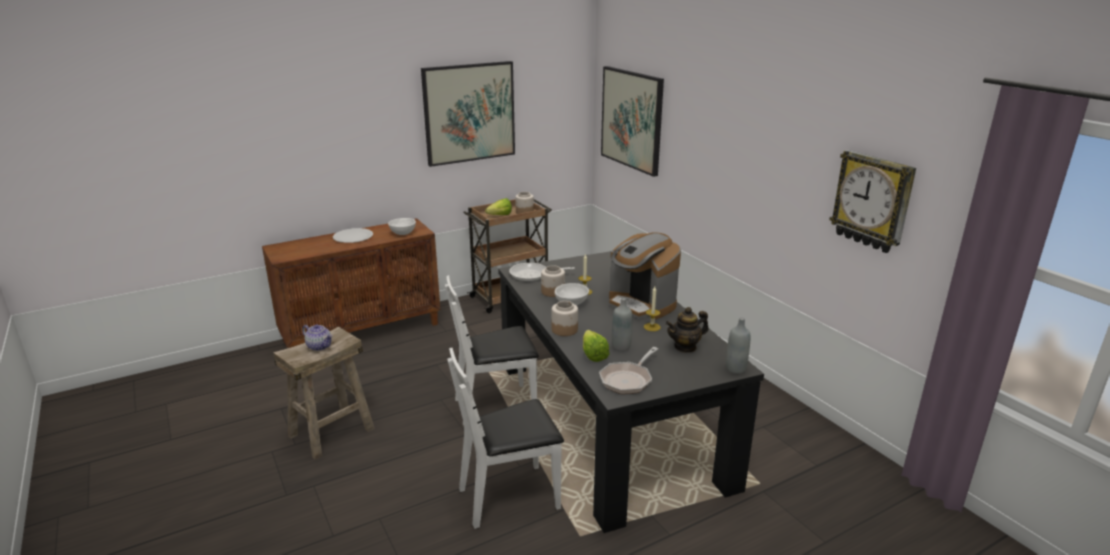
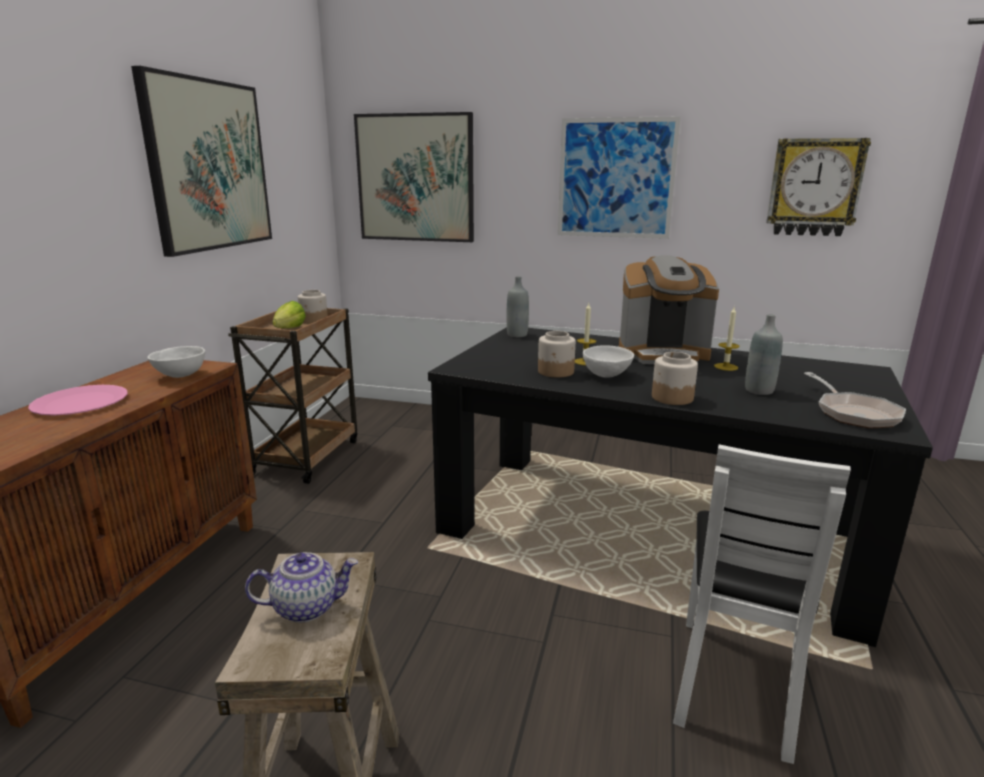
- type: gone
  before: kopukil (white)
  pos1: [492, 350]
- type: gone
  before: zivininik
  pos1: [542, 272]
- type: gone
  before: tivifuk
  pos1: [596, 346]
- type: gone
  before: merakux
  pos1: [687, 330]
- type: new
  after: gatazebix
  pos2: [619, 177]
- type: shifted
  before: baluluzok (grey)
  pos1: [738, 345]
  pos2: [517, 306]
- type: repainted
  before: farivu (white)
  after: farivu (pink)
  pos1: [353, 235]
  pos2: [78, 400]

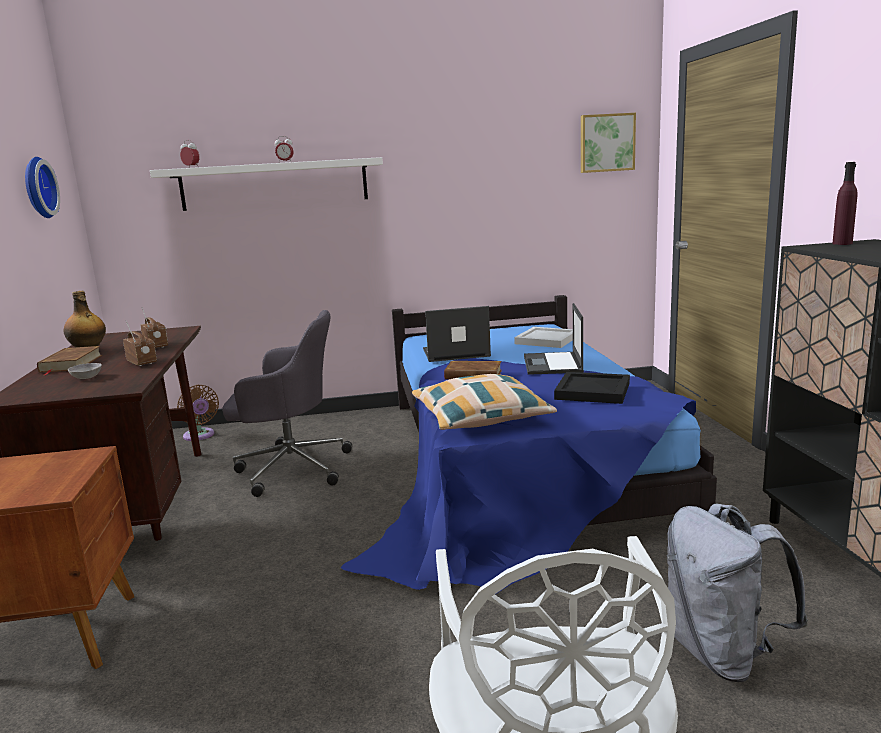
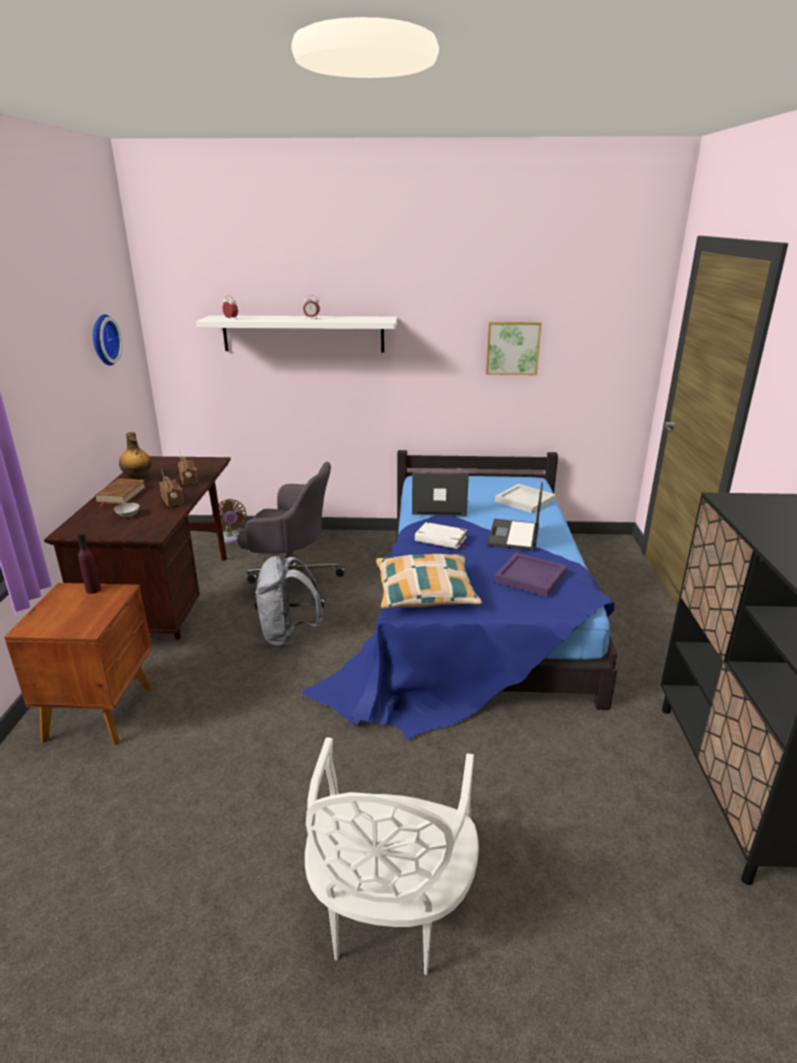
- type: shifted
  before: gatazebix
  pos1: [608, 143]
  pos2: [513, 348]
- type: shifted
  before: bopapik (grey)
  pos1: [737, 592]
  pos2: [288, 602]
- type: shifted
  before: baluluzok (purple)
  pos1: [845, 203]
  pos2: [89, 563]
- type: repainted
  before: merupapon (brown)
  after: merupapon (white)
  pos1: [473, 370]
  pos2: [441, 535]
- type: repainted
  before: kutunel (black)
  after: kutunel (purple)
  pos1: [592, 388]
  pos2: [530, 574]

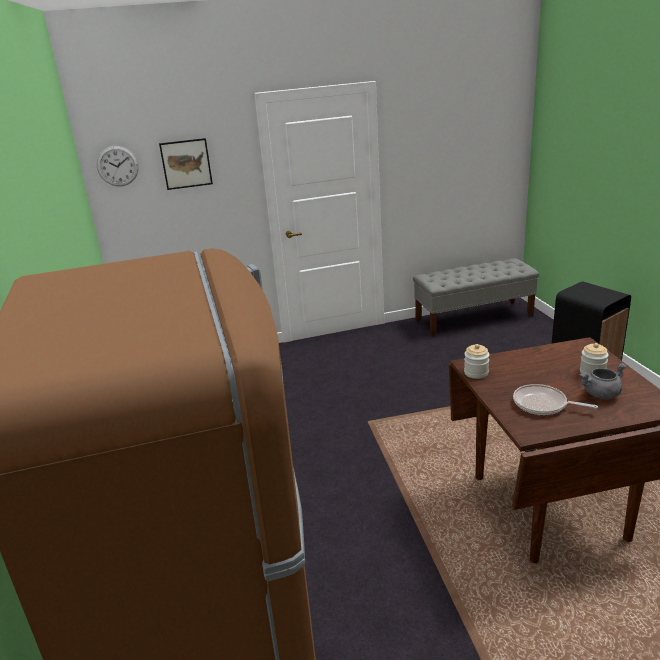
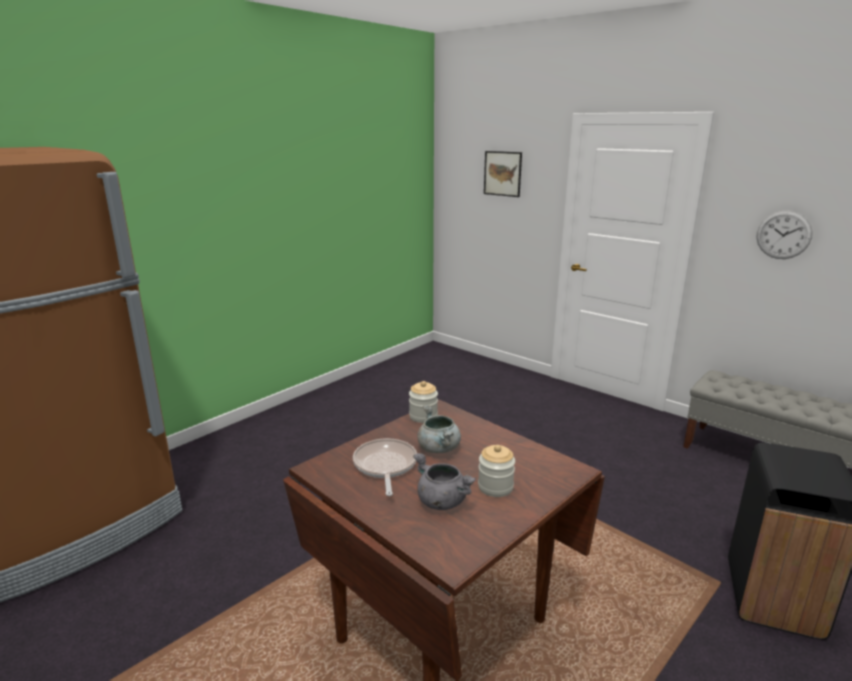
- type: new
  after: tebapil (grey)
  pos2: [439, 429]
- type: shifted
  before: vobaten
  pos1: [118, 166]
  pos2: [784, 235]

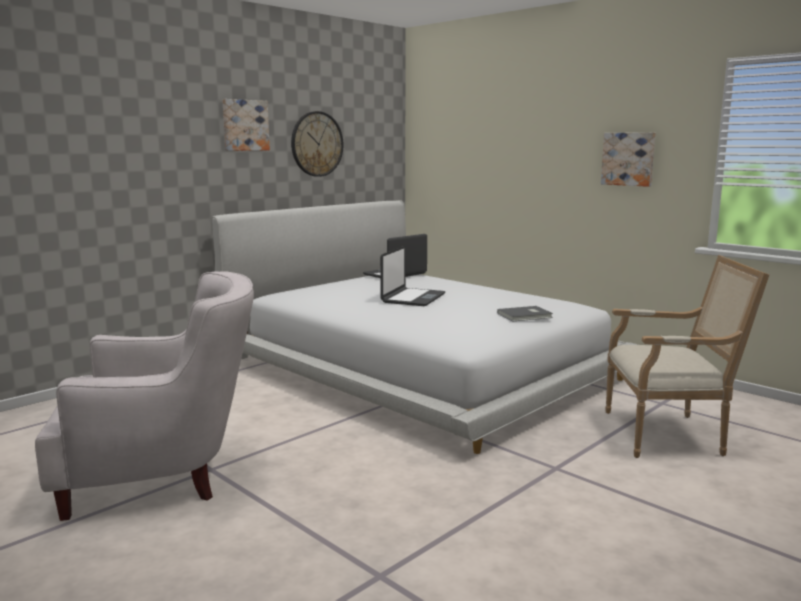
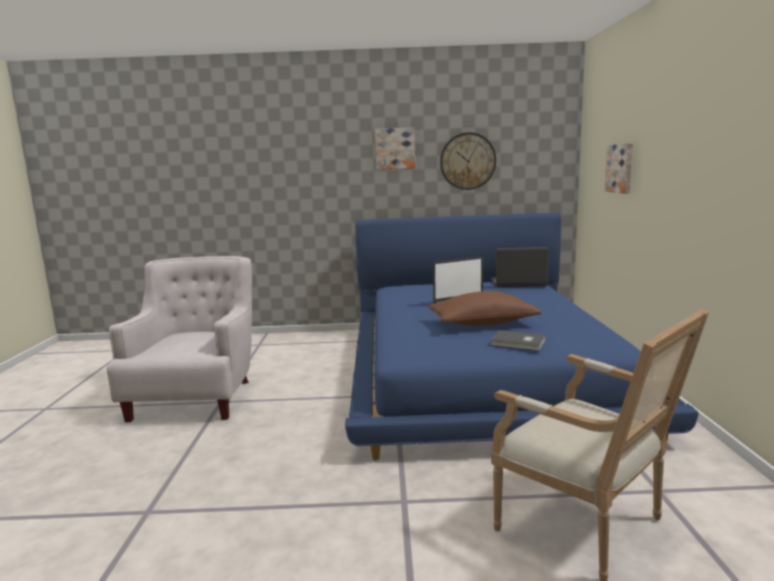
- type: new
  after: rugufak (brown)
  pos2: [485, 308]
- type: shifted
  before: gatazebix
  pos1: [628, 159]
  pos2: [619, 168]
- type: repainted
  before: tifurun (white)
  after: tifurun (blue)
  pos1: [425, 327]
  pos2: [522, 336]
- type: rotated
  before: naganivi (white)
  pos1: [144, 396]
  pos2: [179, 339]
  turn: -120

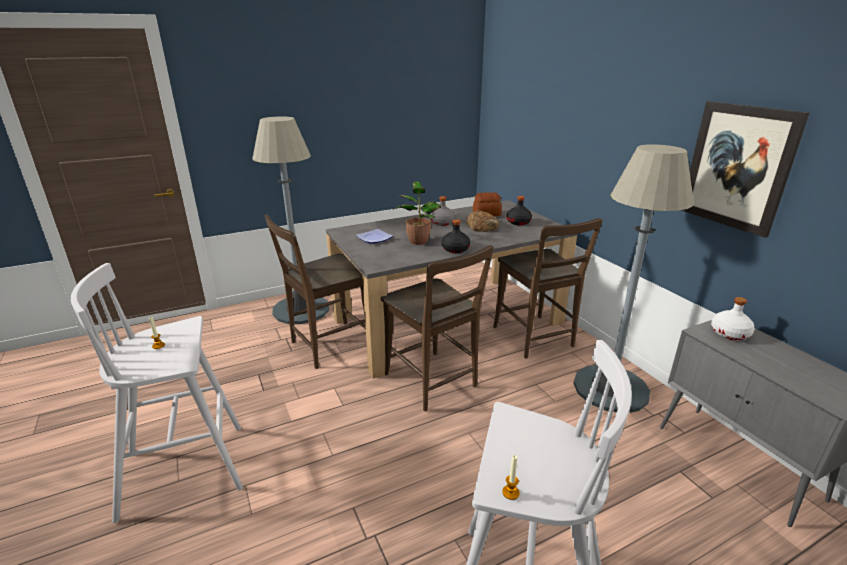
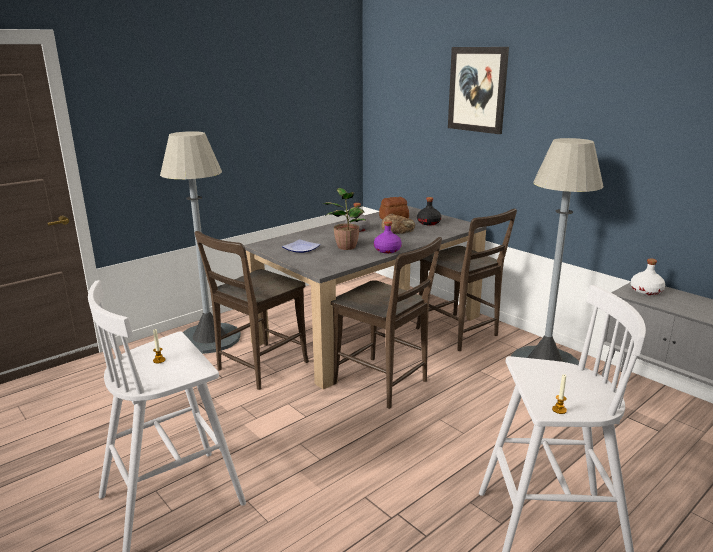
- type: shifted
  before: gatazebix
  pos1: [745, 169]
  pos2: [478, 90]
- type: repainted
  before: baluluzok (black)
  after: baluluzok (purple)
  pos1: [456, 236]
  pos2: [388, 237]

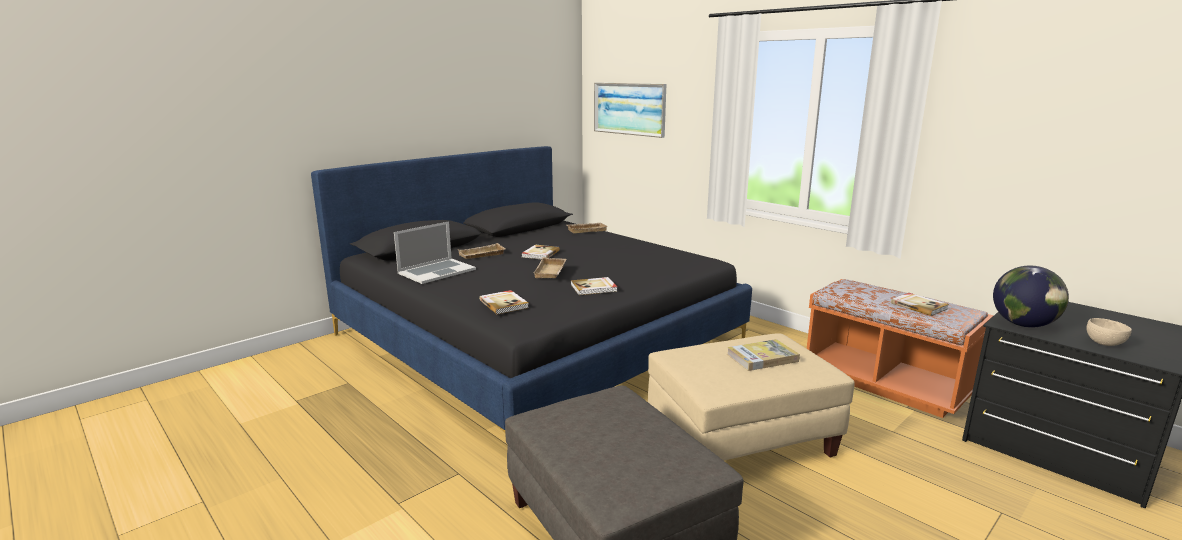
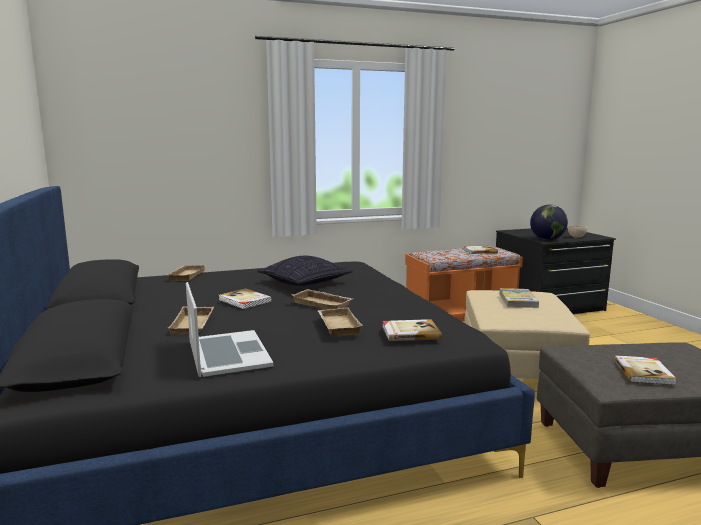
- type: gone
  before: gatazebix
  pos1: [630, 110]
- type: new
  after: rugufak
  pos2: [305, 271]
- type: new
  after: kutunel (beige)
  pos2: [340, 321]
- type: shifted
  before: merupapon
  pos1: [594, 286]
  pos2: [645, 370]

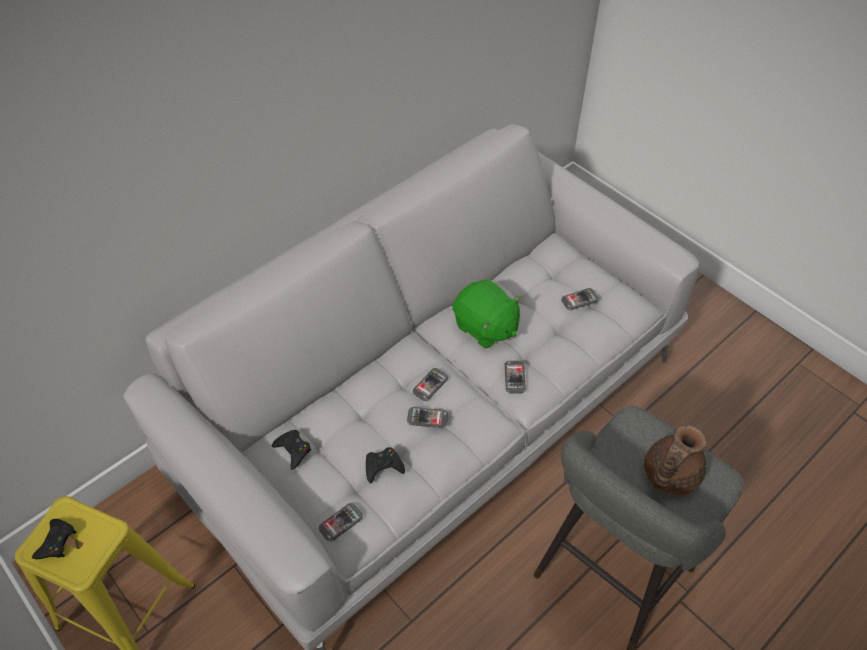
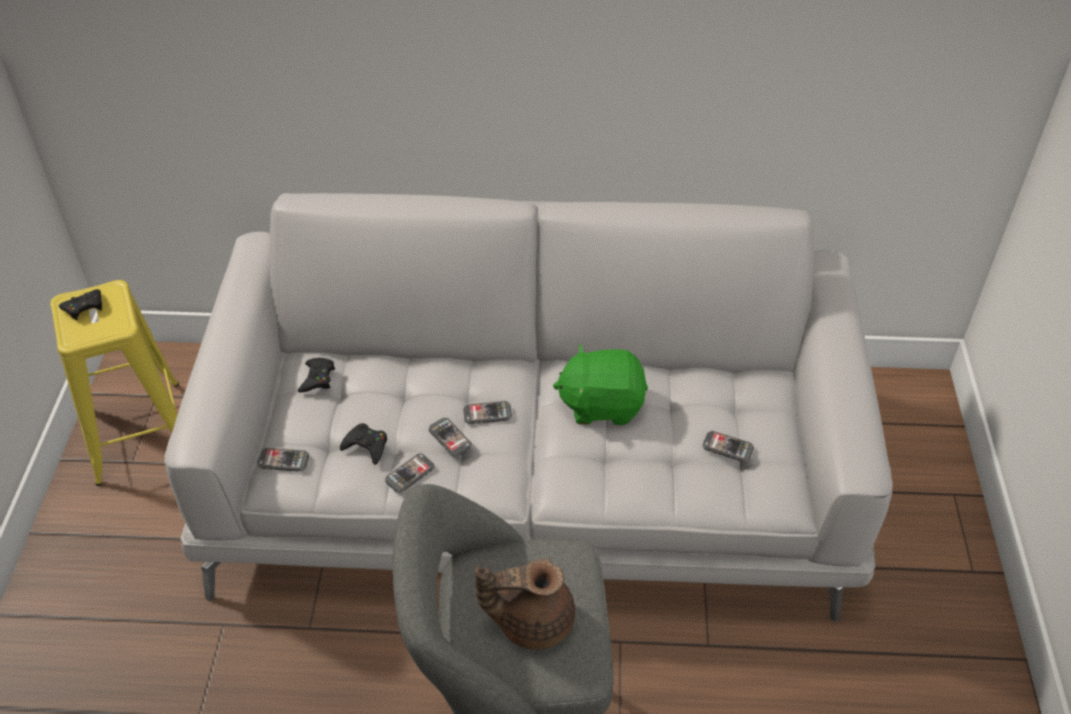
- type: shifted
  before: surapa
  pos1: [515, 377]
  pos2: [409, 473]
- type: rotated
  before: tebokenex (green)
  pos1: [487, 314]
  pos2: [600, 384]
  turn: 90

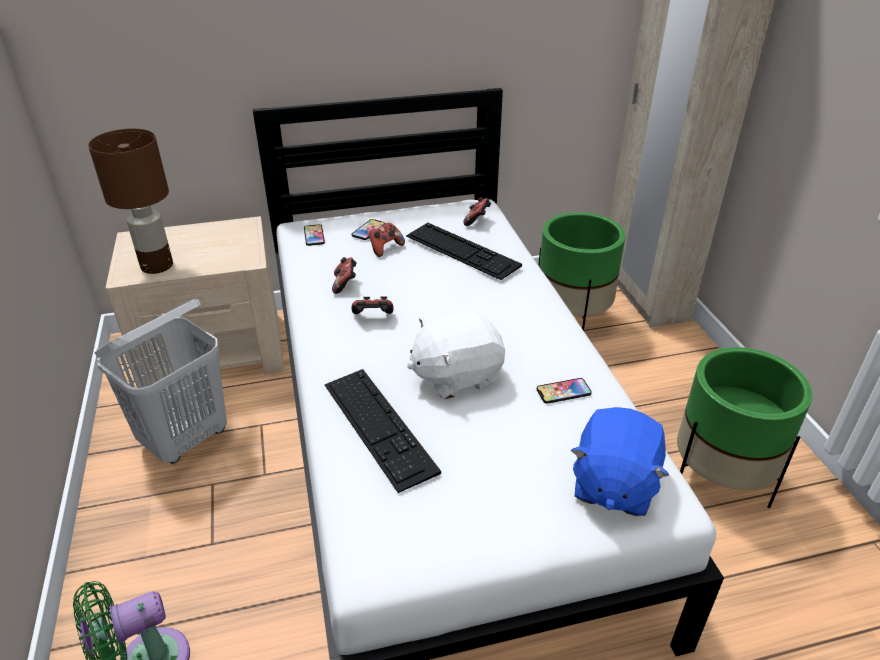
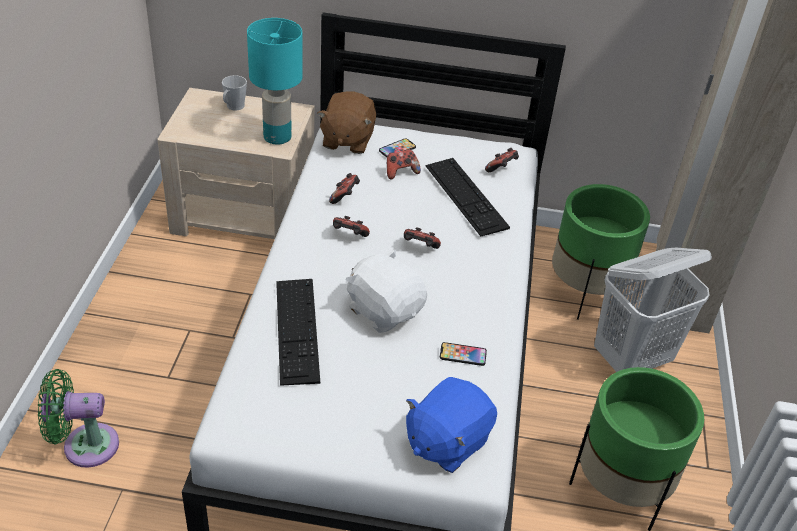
- type: gone
  before: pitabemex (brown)
  pos1: [130, 201]
- type: new
  after: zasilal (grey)
  pos2: [234, 93]
- type: new
  after: pitabemex (turquoise)
  pos2: [275, 81]
- type: new
  after: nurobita
  pos2: [422, 238]
- type: shifted
  before: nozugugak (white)
  pos1: [160, 381]
  pos2: [653, 310]
- type: swapped
  before: surapa
  after: tebokenex (brown)
  pos1: [314, 235]
  pos2: [346, 122]
- type: rotated
  before: tebokenex (white)
  pos1: [456, 355]
  pos2: [386, 291]
  turn: 45

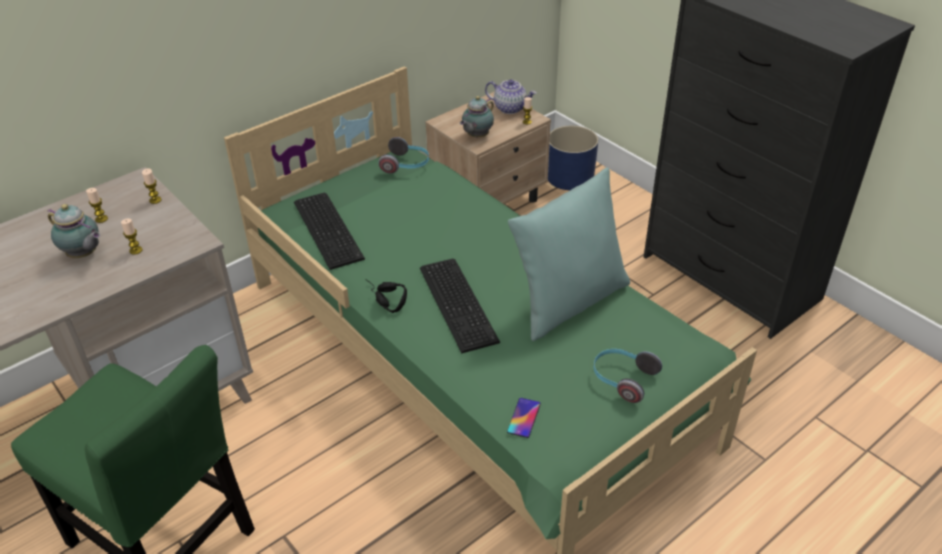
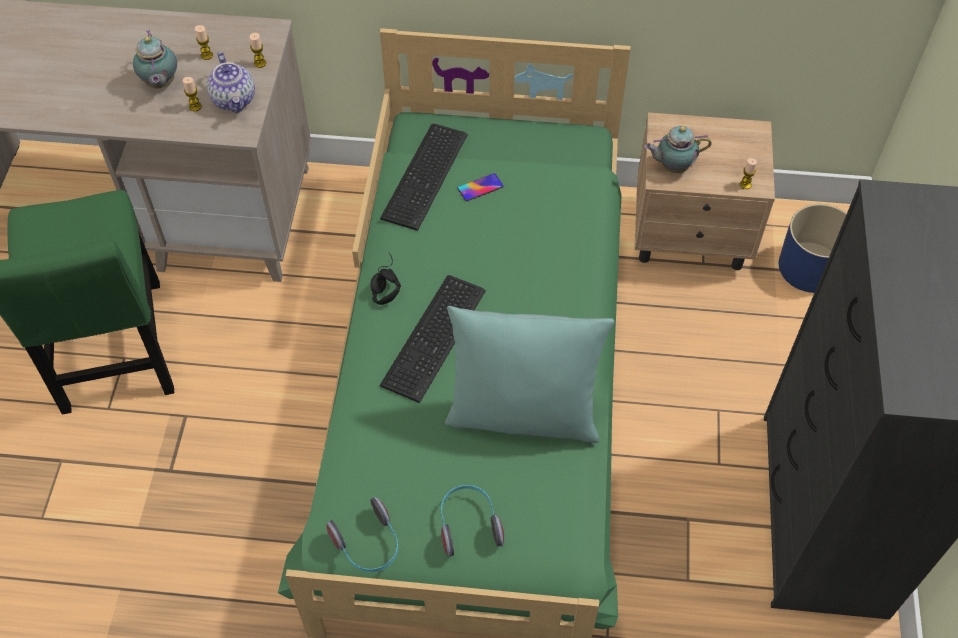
- type: shifted
  before: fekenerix
  pos1: [403, 155]
  pos2: [362, 534]
- type: shifted
  before: merakux
  pos1: [510, 96]
  pos2: [231, 82]
- type: shifted
  before: surapa
  pos1: [524, 418]
  pos2: [481, 187]

